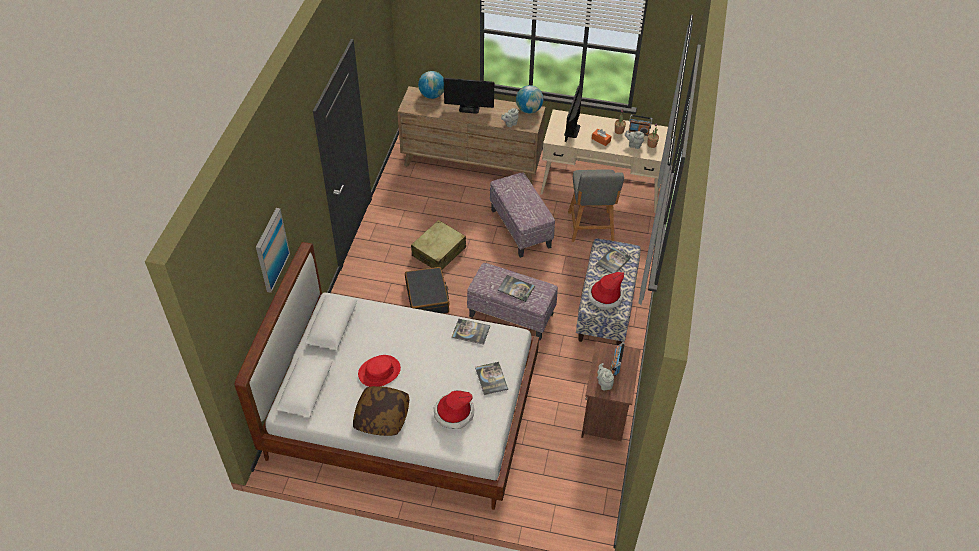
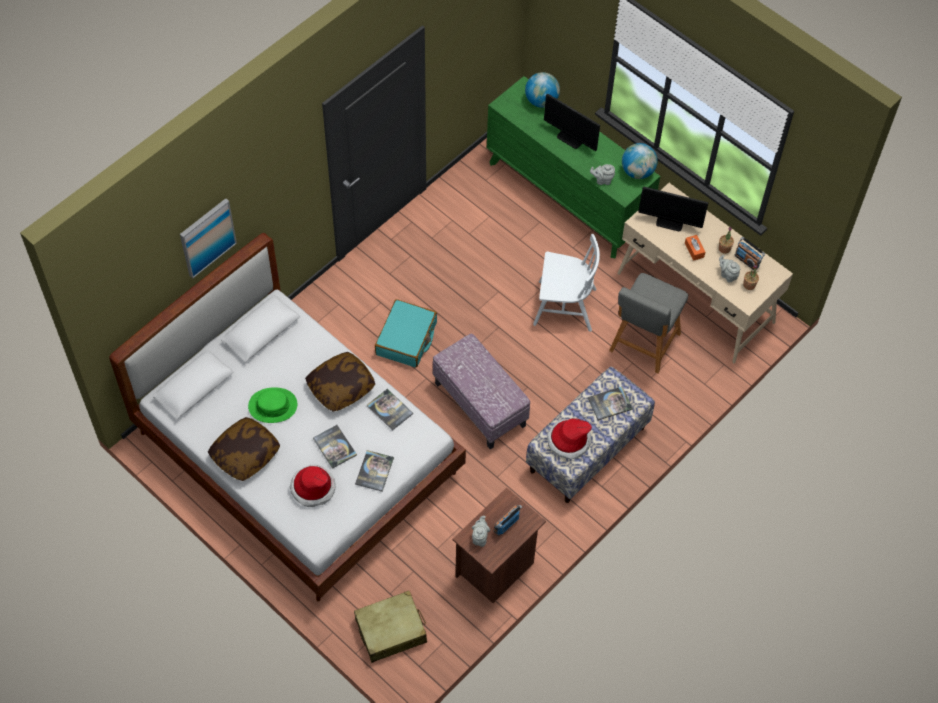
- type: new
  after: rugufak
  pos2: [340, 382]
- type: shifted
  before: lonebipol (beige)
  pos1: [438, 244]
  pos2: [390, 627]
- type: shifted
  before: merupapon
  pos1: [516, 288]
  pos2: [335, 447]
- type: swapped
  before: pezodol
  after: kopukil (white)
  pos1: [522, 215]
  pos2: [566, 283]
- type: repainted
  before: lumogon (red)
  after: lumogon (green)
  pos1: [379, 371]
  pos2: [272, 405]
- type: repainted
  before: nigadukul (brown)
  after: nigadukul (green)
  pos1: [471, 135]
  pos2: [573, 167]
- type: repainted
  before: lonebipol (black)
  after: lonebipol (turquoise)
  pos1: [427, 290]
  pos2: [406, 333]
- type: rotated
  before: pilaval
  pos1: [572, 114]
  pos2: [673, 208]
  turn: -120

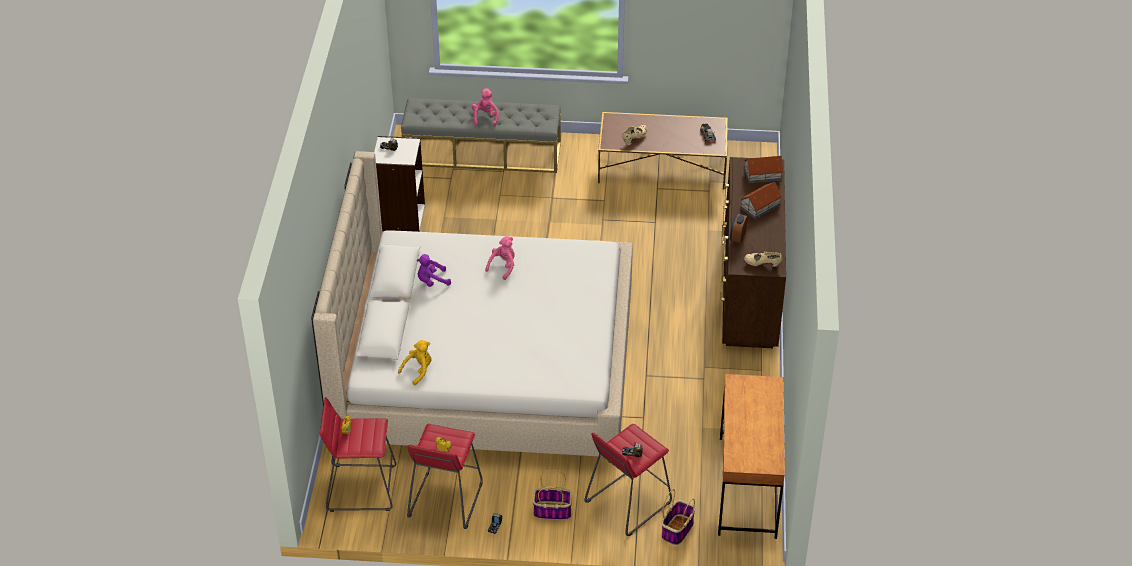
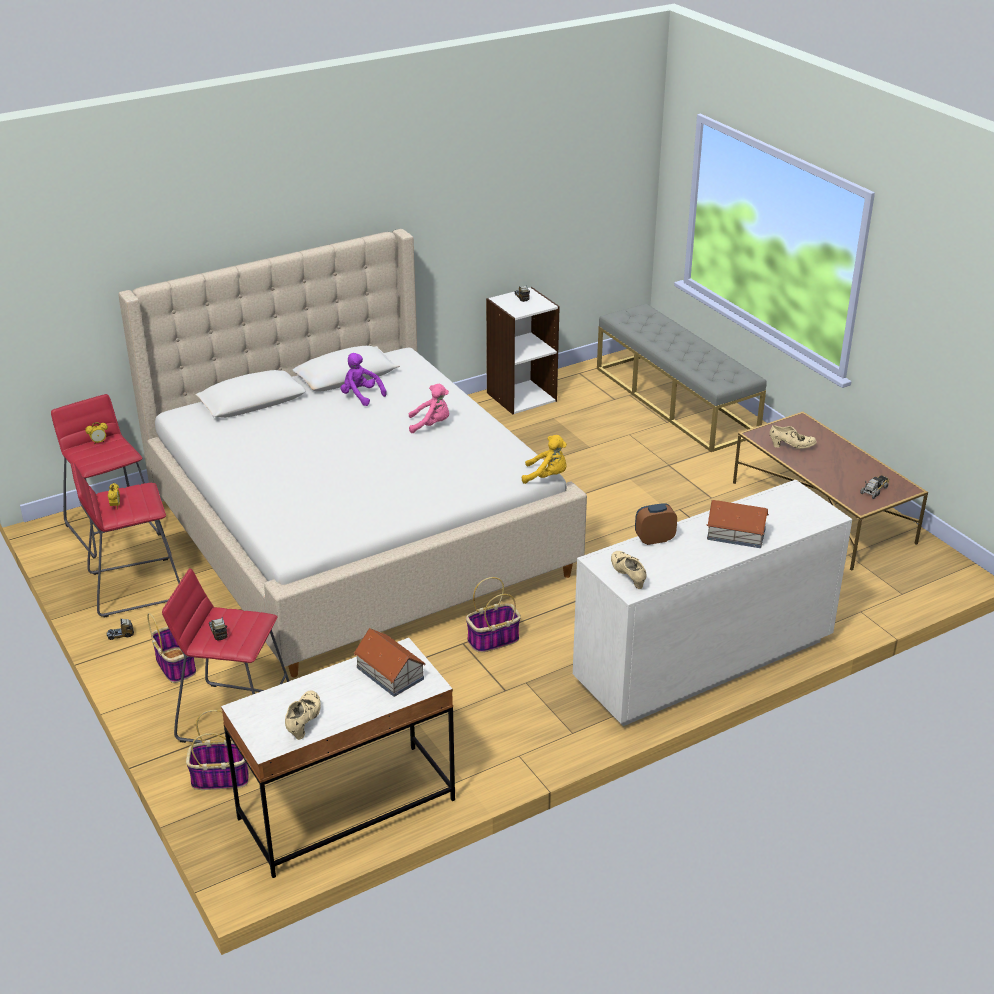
- type: gone
  before: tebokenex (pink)
  pos1: [485, 107]
- type: new
  after: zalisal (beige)
  pos2: [303, 715]
- type: new
  after: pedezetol
  pos2: [493, 615]
- type: shifted
  before: tebokenex (yellow)
  pos1: [415, 362]
  pos2: [544, 459]
- type: shifted
  before: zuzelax
  pos1: [763, 169]
  pos2: [389, 662]
- type: repainted
  before: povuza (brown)
  after: povuza (white)
  pos1: [751, 456]
  pos2: [338, 758]
- type: repainted
  before: nigadukul (brown)
  after: nigadukul (white)
  pos1: [753, 252]
  pos2: [712, 603]

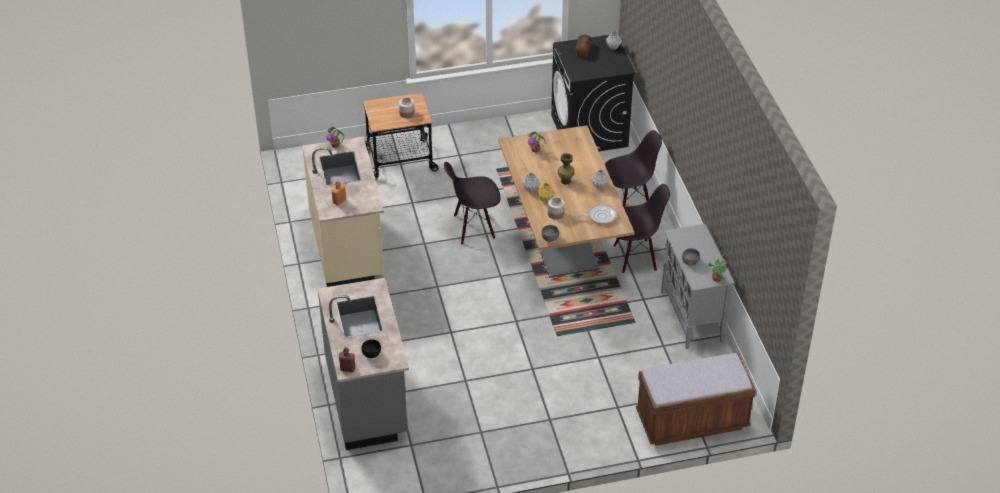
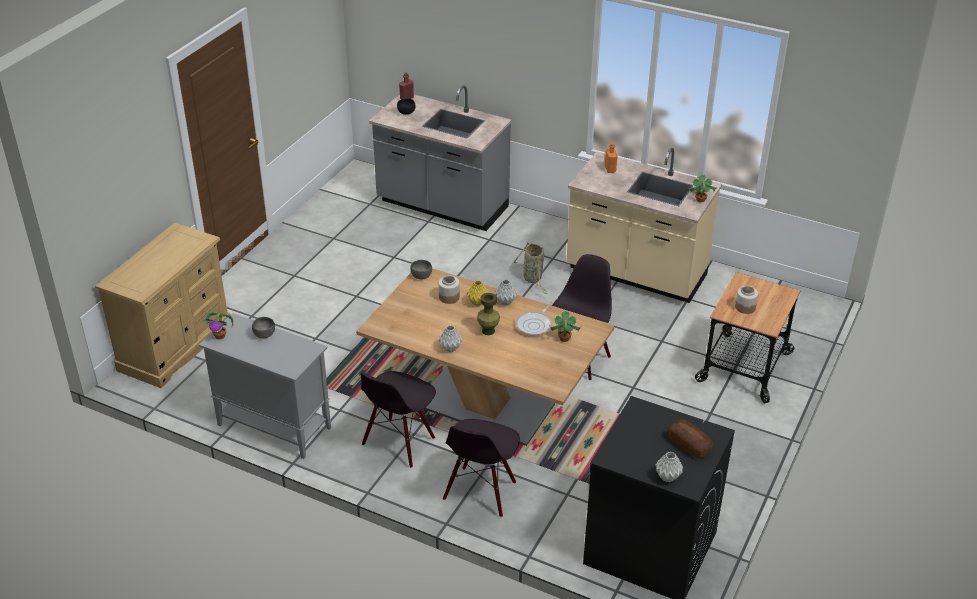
- type: new
  after: pedezetol
  pos2: [529, 268]
- type: shifted
  before: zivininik
  pos1: [595, 214]
  pos2: [534, 319]
- type: swapped
  before: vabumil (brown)
  after: nigadukul (beige)
  pos1: [696, 399]
  pos2: [163, 305]

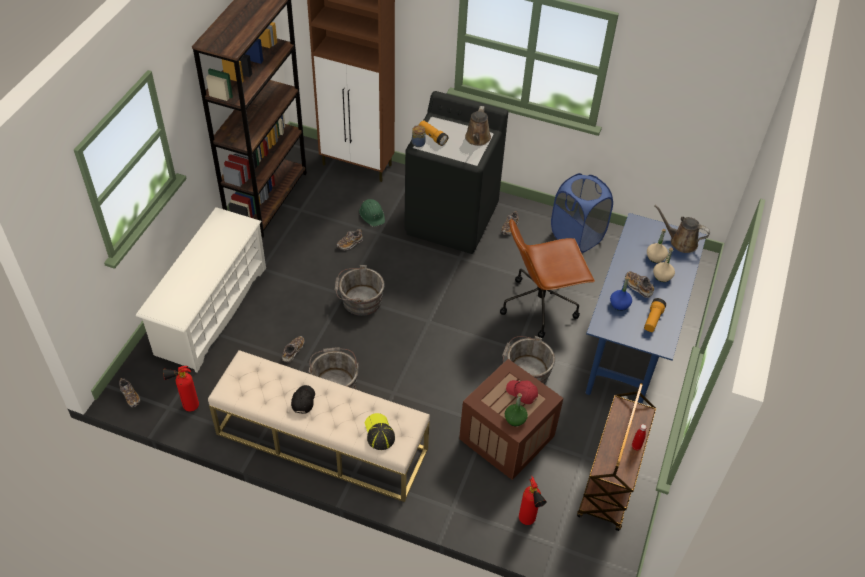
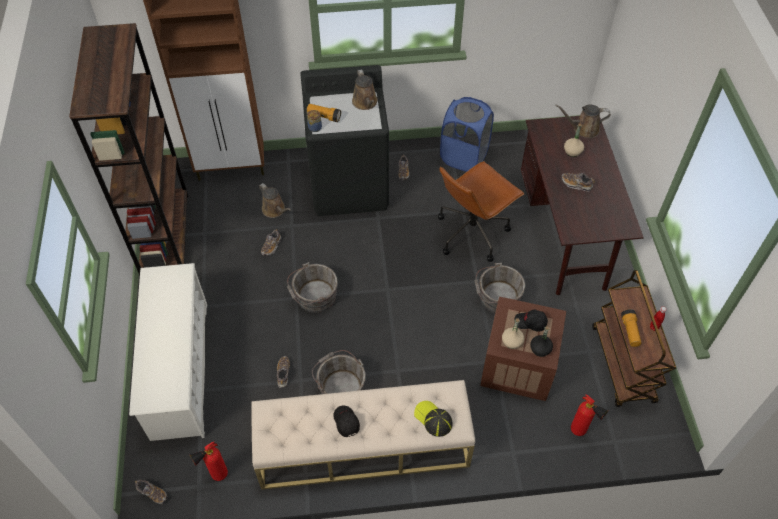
- type: gone
  before: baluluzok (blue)
  pos1: [621, 293]
- type: shifted
  before: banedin
  pos1: [655, 315]
  pos2: [631, 328]
- type: shifted
  before: baluluzok (beige)
  pos1: [664, 265]
  pos2: [513, 333]
- type: swapped
  before: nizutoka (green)
  after: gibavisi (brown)
  pos1: [372, 213]
  pos2: [275, 200]
- type: repainted
  before: baluluzok (green)
  after: baluluzok (black)
  pos1: [516, 409]
  pos2: [541, 341]
- type: repainted
  before: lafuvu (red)
  after: lafuvu (black)
  pos1: [522, 392]
  pos2: [531, 321]
- type: repainted
  before: povuza (blue)
  after: povuza (brown)
  pos1: [646, 308]
  pos2: [582, 205]

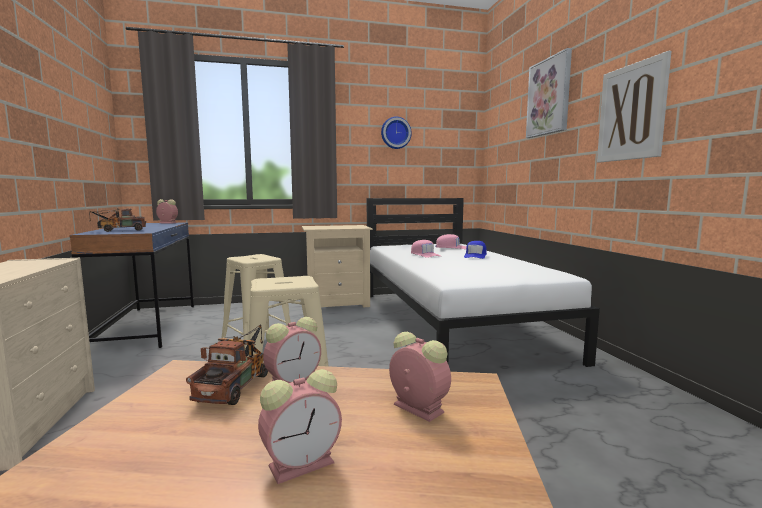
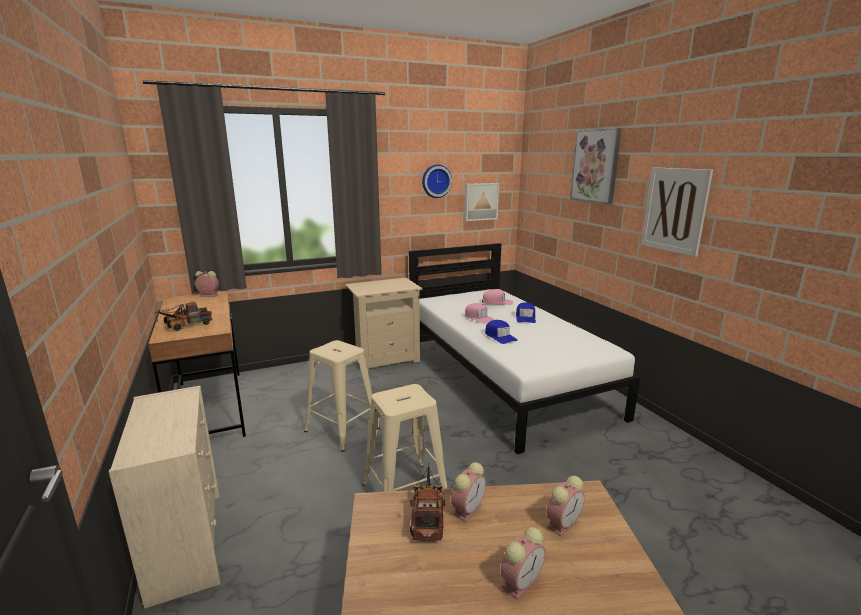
- type: new
  after: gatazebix
  pos2: [481, 202]
- type: new
  after: lafuvu (blue)
  pos2: [501, 332]
- type: repainted
  before: povuza (blue)
  after: povuza (brown)
  pos1: [131, 285]
  pos2: [197, 364]
- type: rotated
  before: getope
  pos1: [420, 377]
  pos2: [566, 506]
  turn: 105

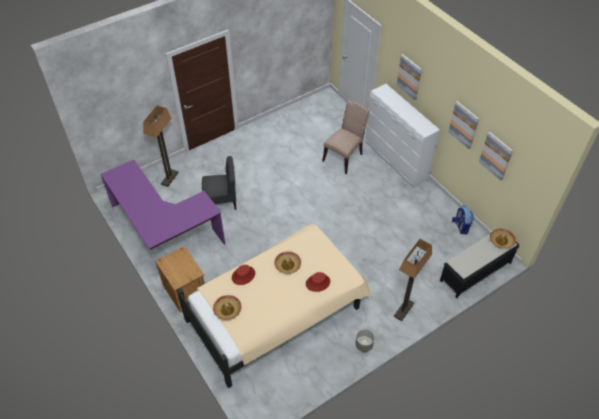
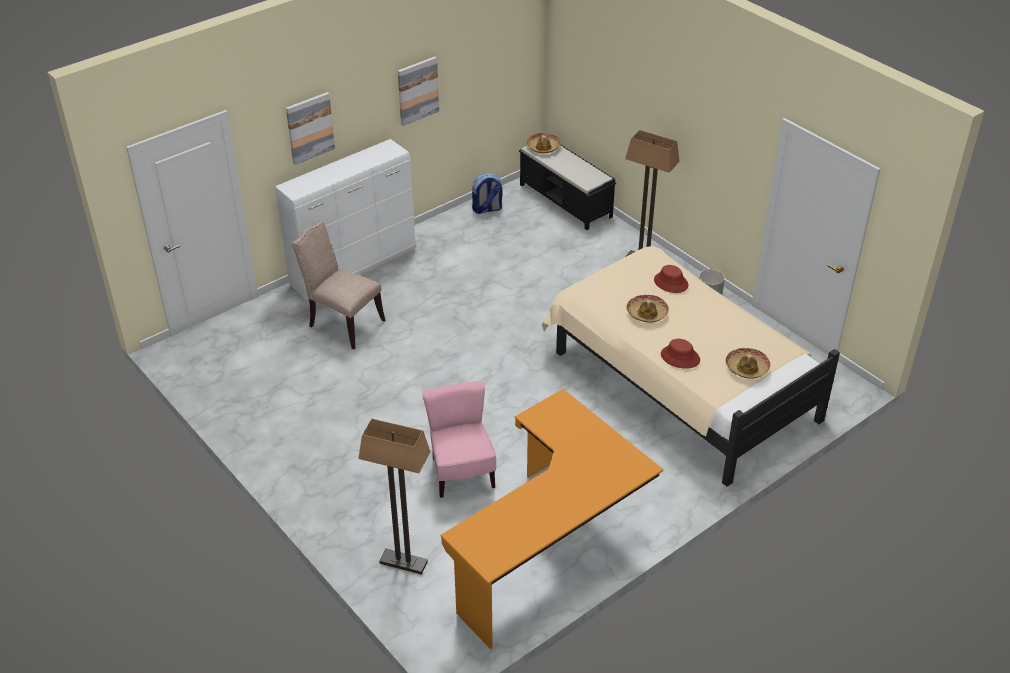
- type: gone
  before: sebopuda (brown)
  pos1: [180, 279]
- type: gone
  before: gatazebix
  pos1: [496, 156]
- type: repainted
  before: povuza (purple)
  after: povuza (orange)
  pos1: [163, 204]
  pos2: [551, 519]
- type: repainted
  before: kopukil (grey)
  after: kopukil (pink)
  pos1: [219, 183]
  pos2: [459, 439]

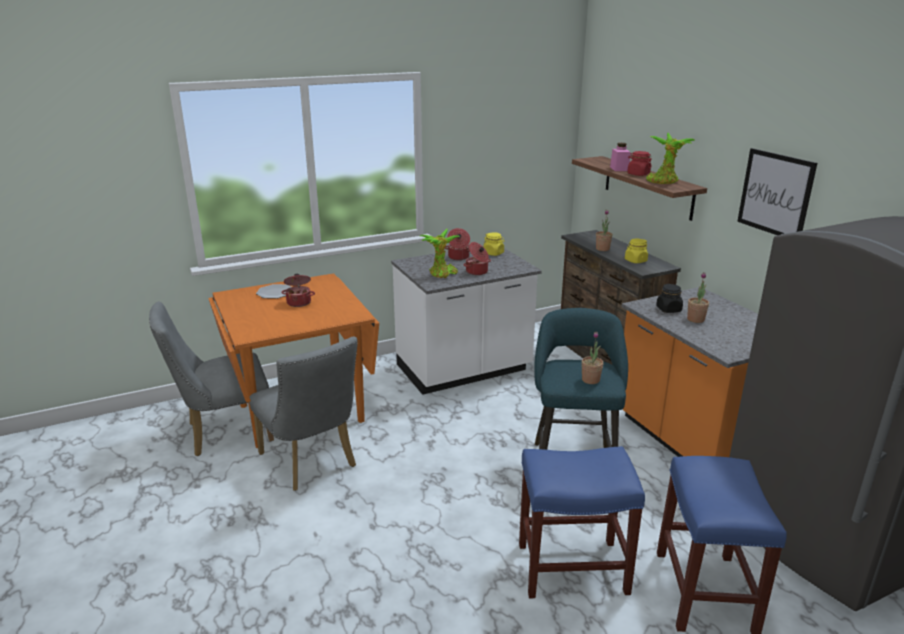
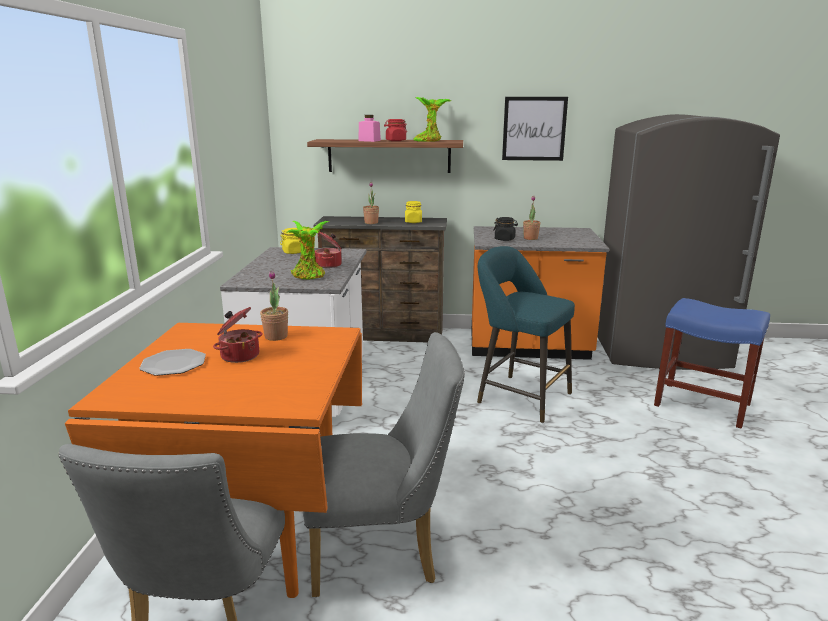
- type: gone
  before: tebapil
  pos1: [457, 244]
- type: gone
  before: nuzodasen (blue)
  pos1: [582, 522]
- type: shifted
  before: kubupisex
  pos1: [592, 358]
  pos2: [274, 306]

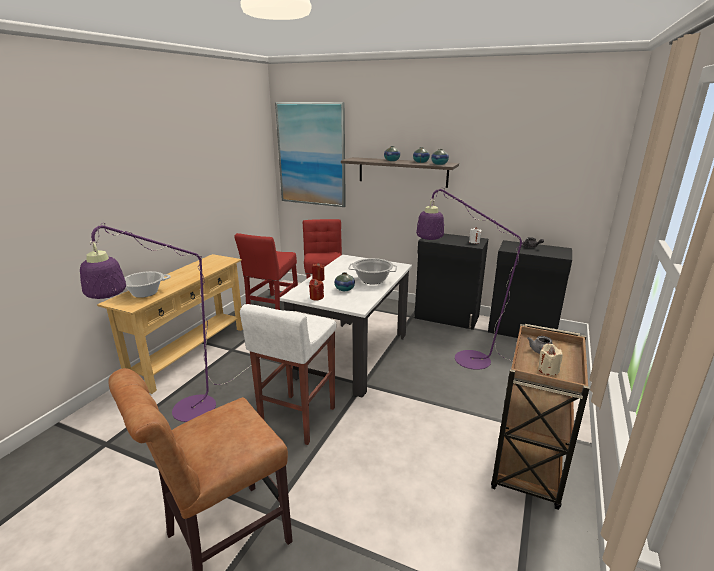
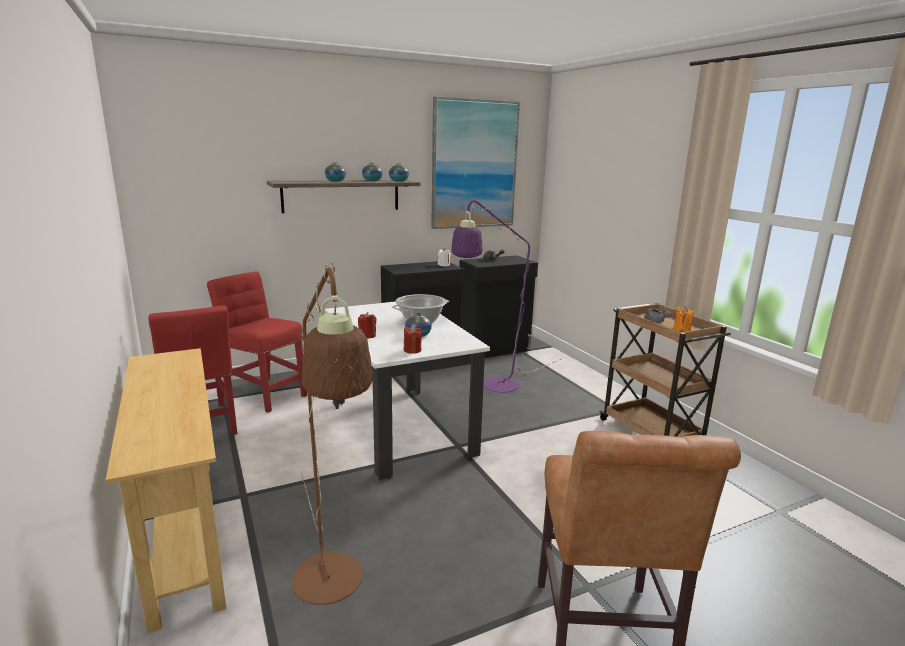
- type: gone
  before: tebapil
  pos1: [147, 284]
- type: gone
  before: nuzodasen (white)
  pos1: [288, 374]
- type: shifted
  before: gatazebix
  pos1: [310, 154]
  pos2: [475, 162]
- type: repainted
  before: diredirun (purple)
  after: diredirun (brown)
  pos1: [165, 322]
  pos2: [332, 434]
- type: repainted
  before: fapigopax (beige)
  after: fapigopax (orange)
  pos1: [550, 360]
  pos2: [684, 319]

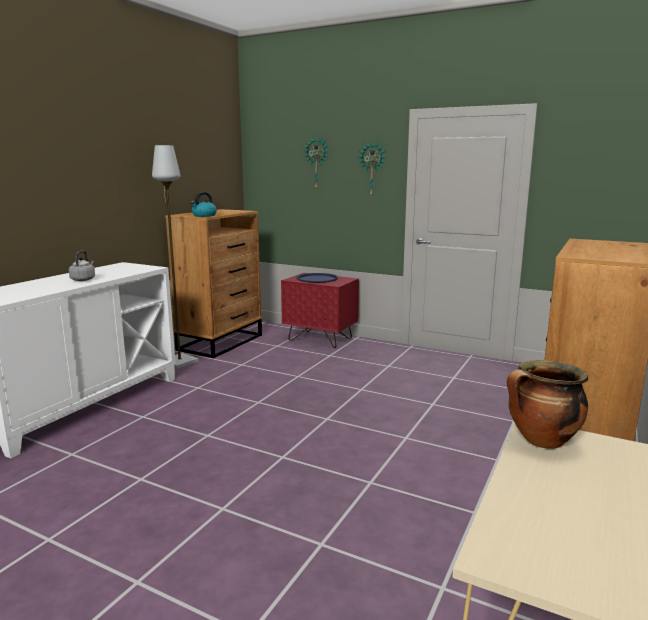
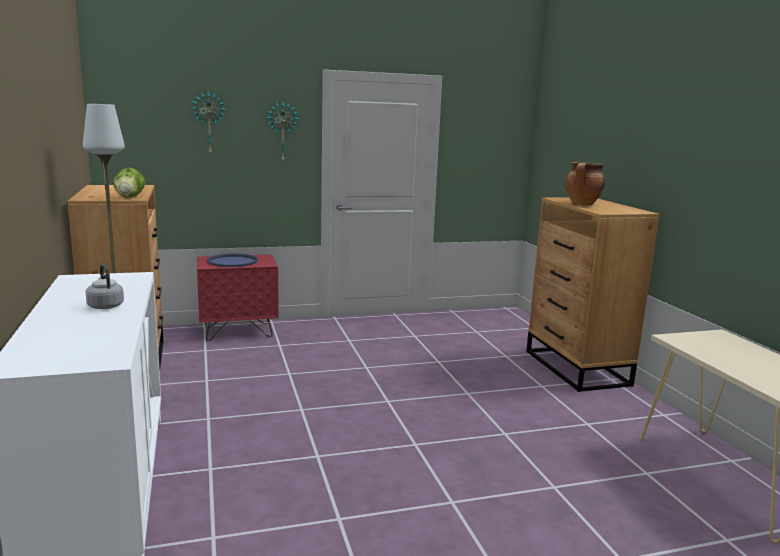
- type: shifted
  before: tebapil
  pos1: [547, 404]
  pos2: [585, 183]
- type: swapped
  before: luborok
  after: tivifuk
  pos1: [204, 204]
  pos2: [129, 182]

